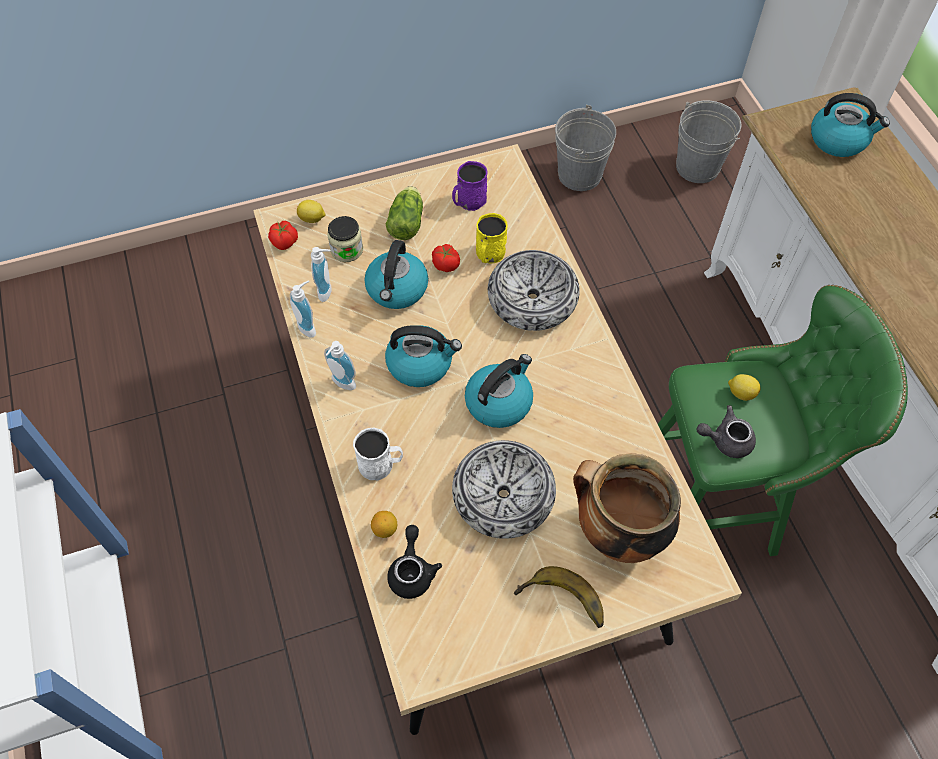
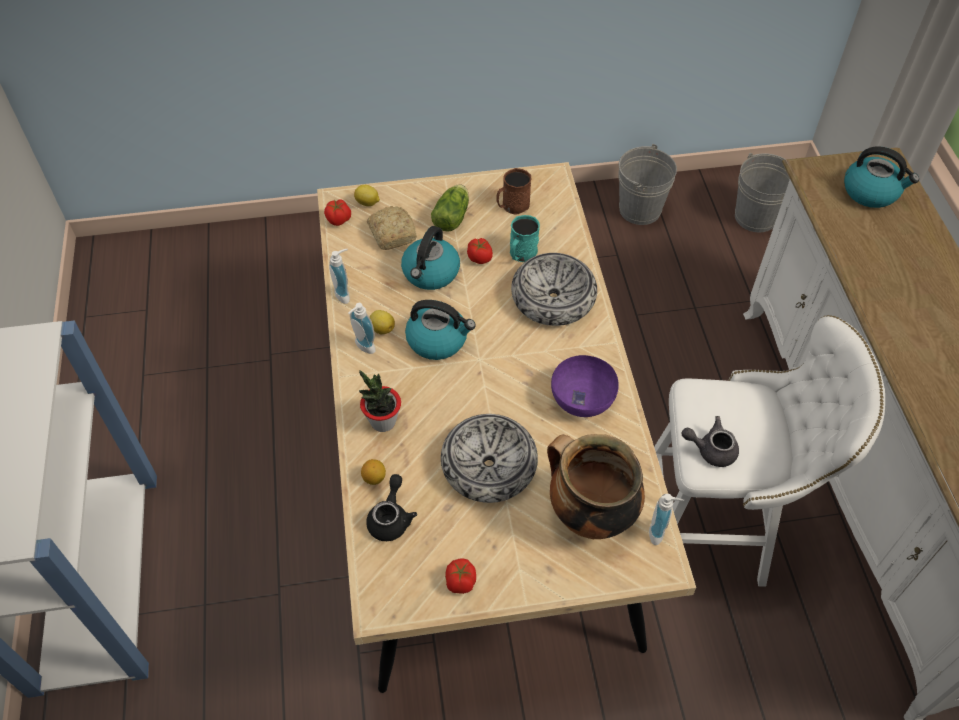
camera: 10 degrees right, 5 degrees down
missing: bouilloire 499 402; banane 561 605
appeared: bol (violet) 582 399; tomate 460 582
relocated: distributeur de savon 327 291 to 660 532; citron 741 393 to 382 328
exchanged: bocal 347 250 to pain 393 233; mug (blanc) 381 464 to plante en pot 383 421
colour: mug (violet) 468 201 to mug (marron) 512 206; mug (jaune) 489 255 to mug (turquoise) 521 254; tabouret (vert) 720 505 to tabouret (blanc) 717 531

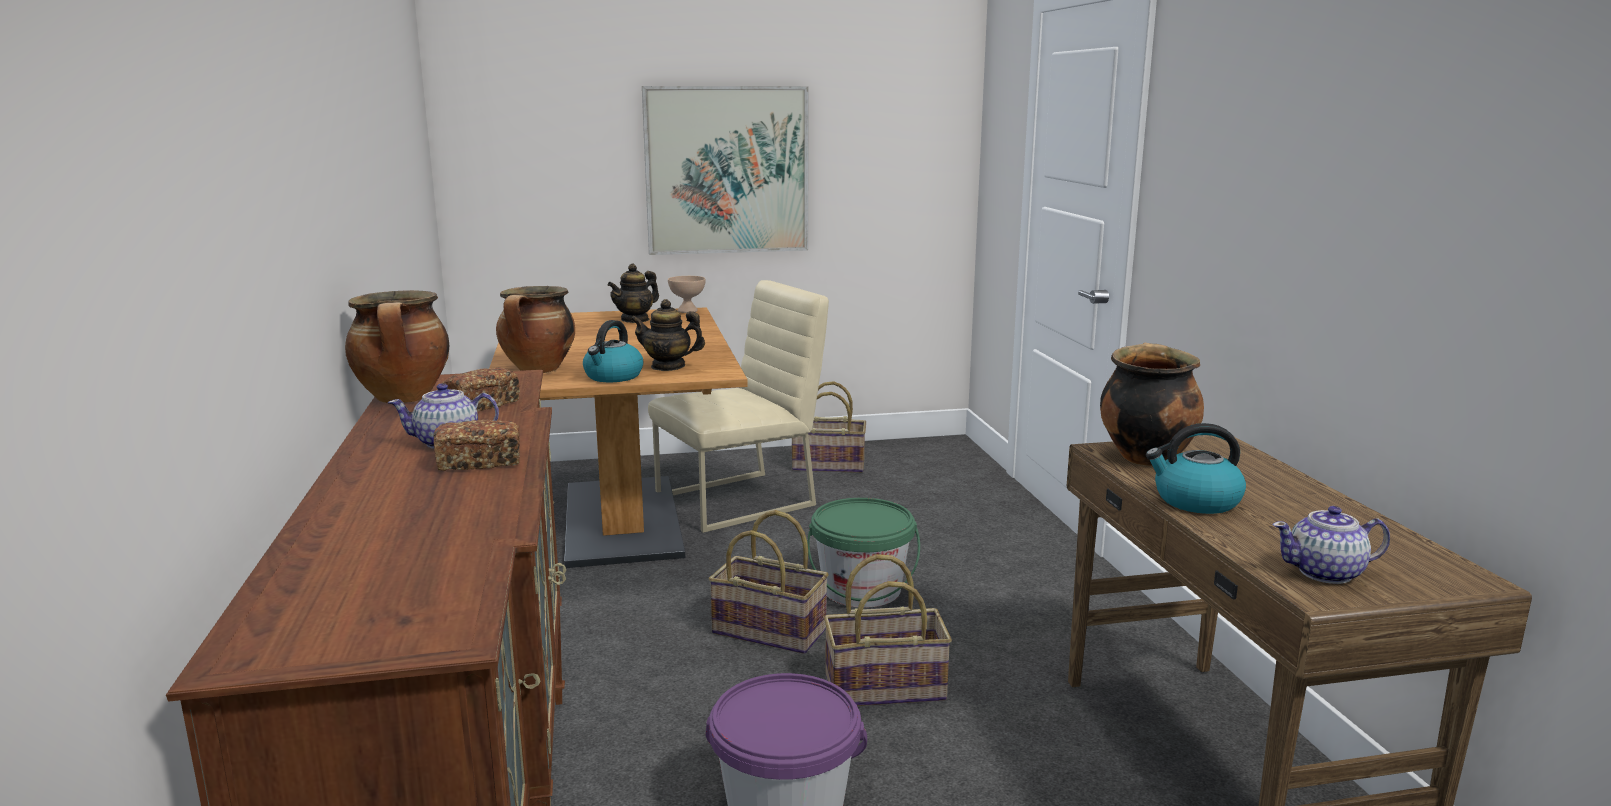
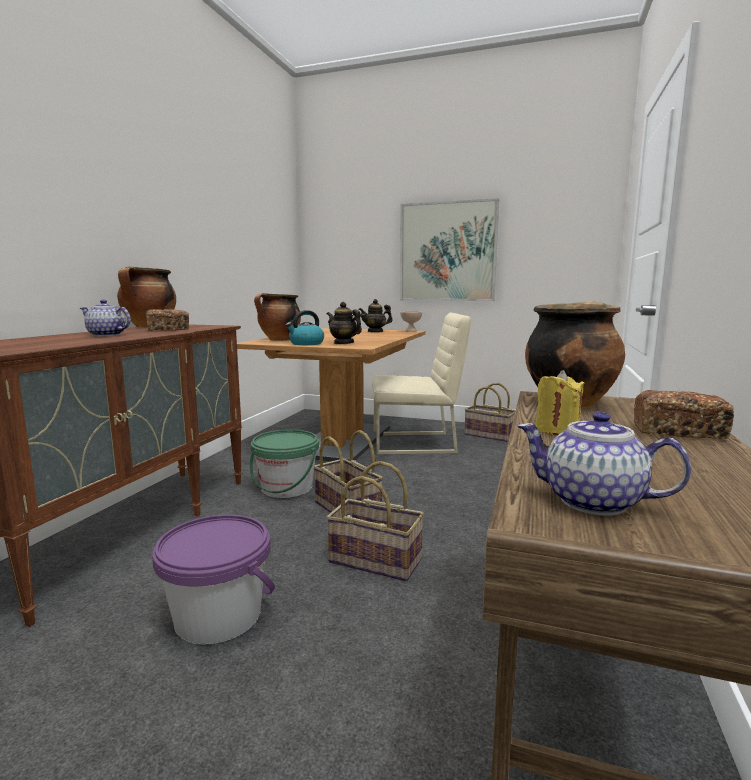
camera: 30 degrees right, 5 degrees down
relocated: pain 480 462 to 678 432; seau (vert) 862 590 to 286 488
exchanged: bouilloire 1195 501 to bougie (jaune) 556 430

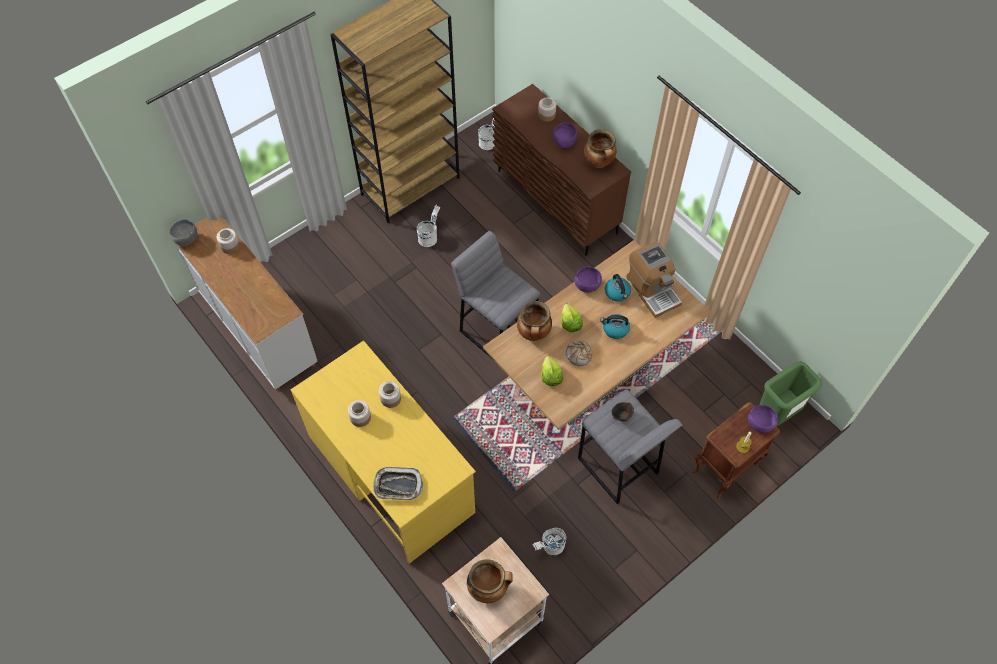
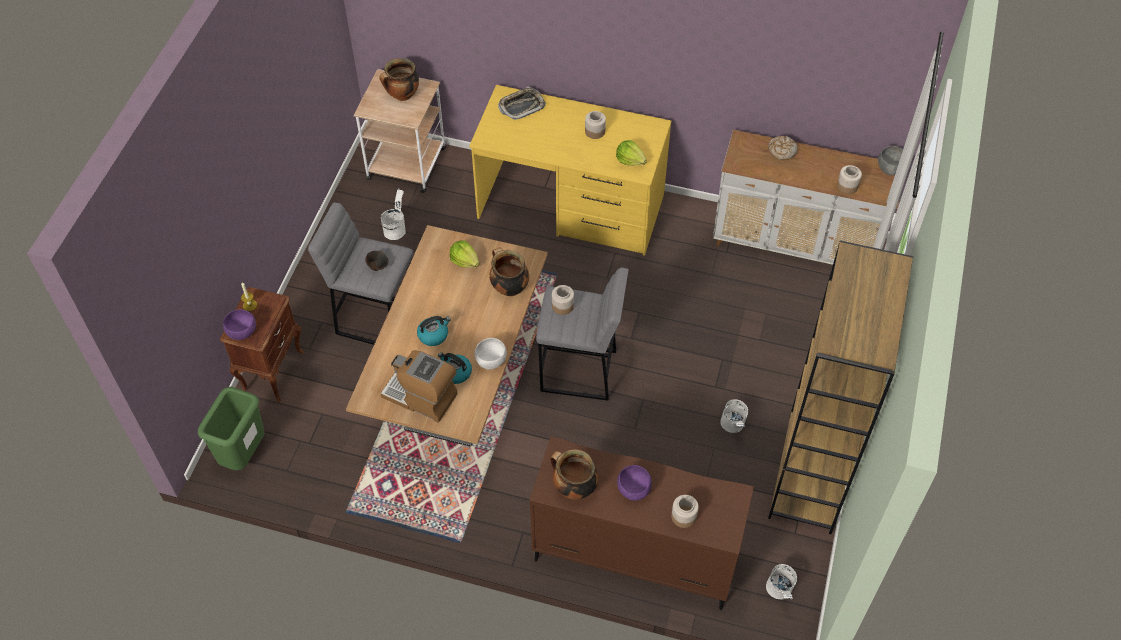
camera: 145 degrees right, 5 degrees down
relocated: laitue 570 323 to 630 160; pain 578 355 to 781 151; bocal 390 398 to 563 305
colour: bol (violet) 587 286 to bol (blanc) 491 361

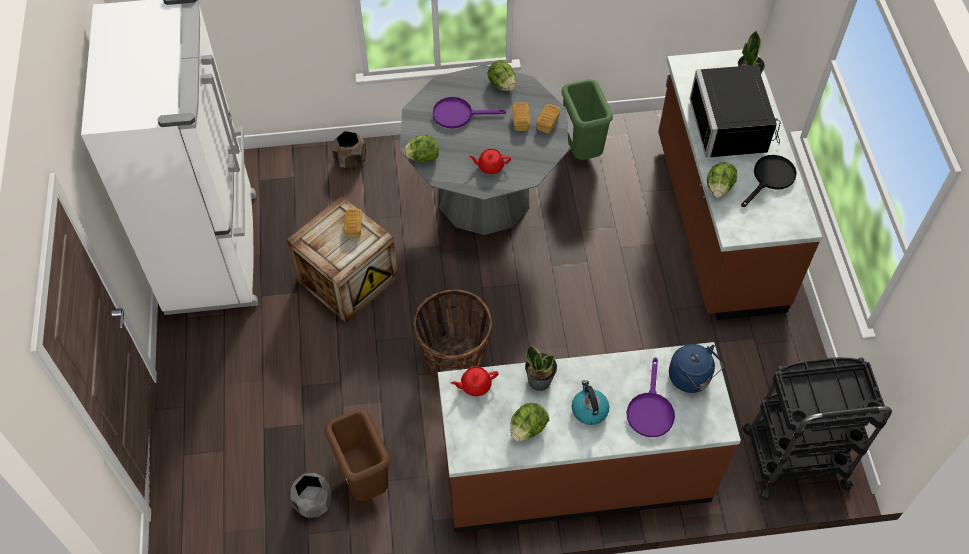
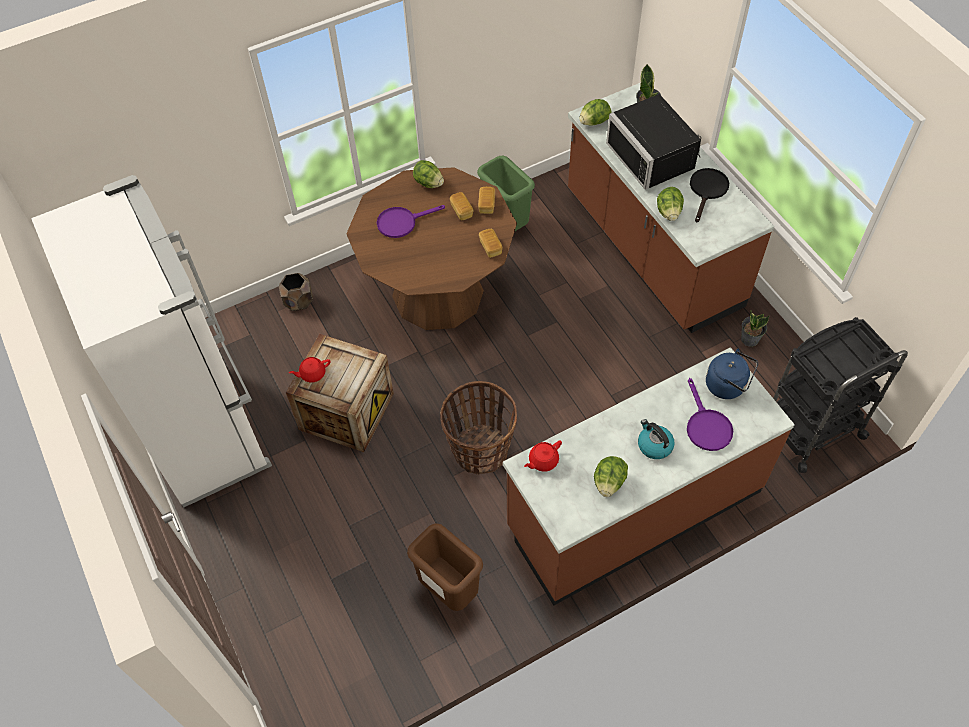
camera: 20 degrees left, 0 degrees up
missing: cache-pot (gris) 313 502
relocated: laitue 422 157 to 594 122; théière (rouge) 490 166 to 312 374; pain 354 227 to 490 247; plante en pot 539 380 to 749 339
colour: table à manger (gris) 484 196 to table à manger (marron) 437 293

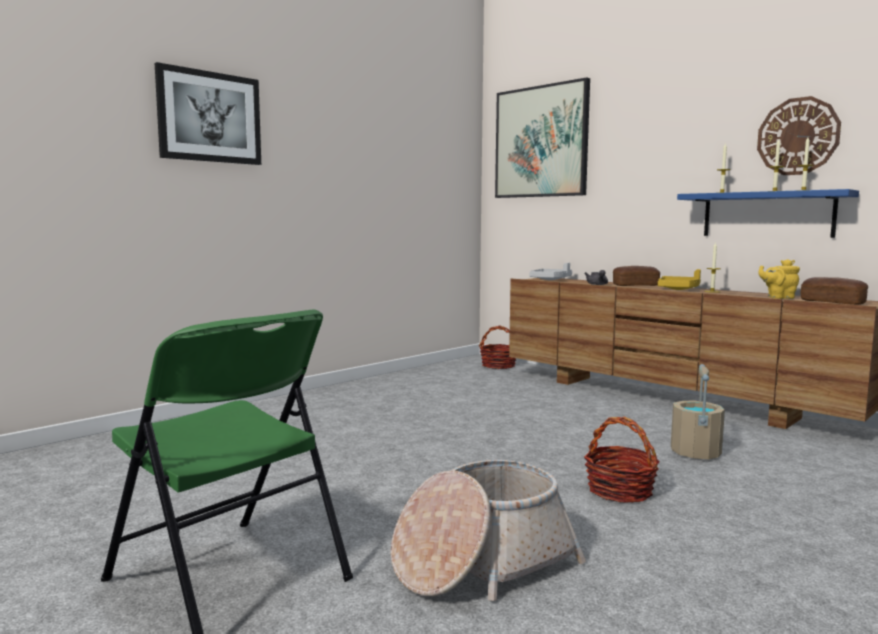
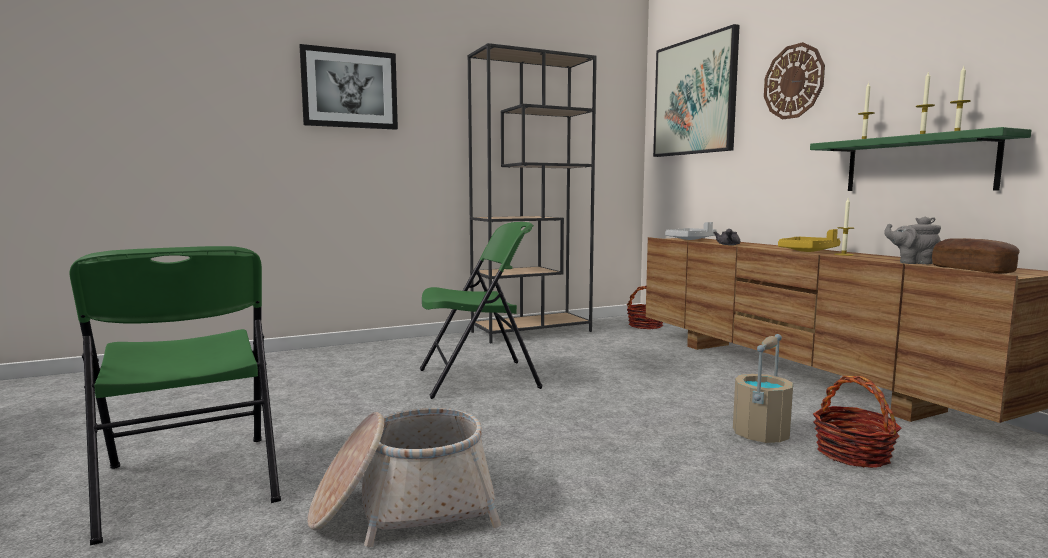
camera: 20 degrees right, 0 degrees up
missing: pain 635 285
appeared: bibliothèque 532 331; chaise (vert) 478 379
relocated: horloge murale 797 136 to 793 81; panier 620 491 to 853 454
colour: étagère (bleu) 767 214 to étagère (vert) 918 164; théière (jaune) 778 297 to théière (gris) 912 263

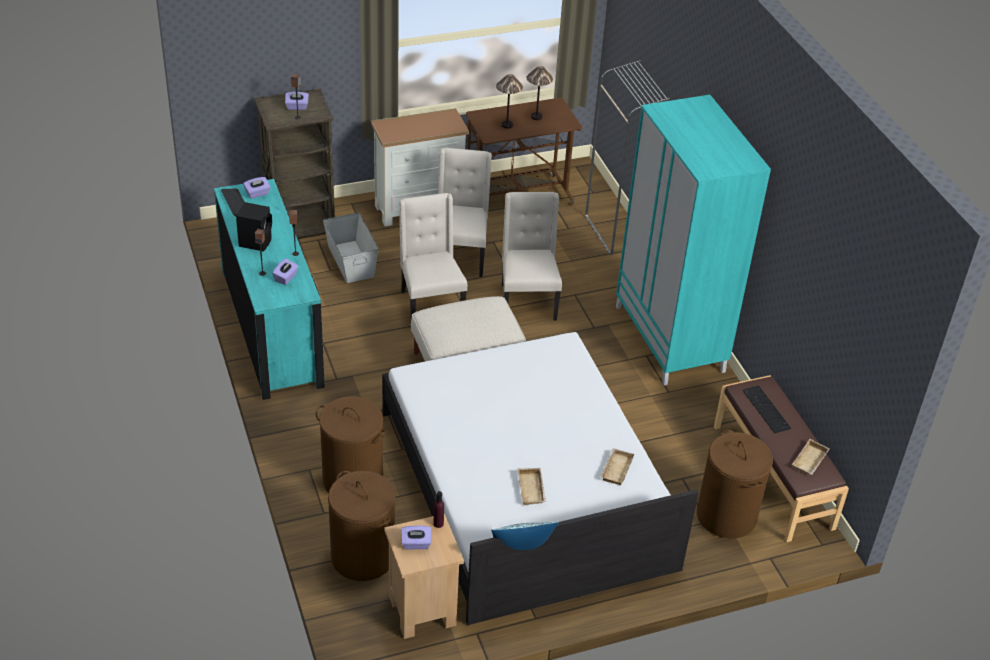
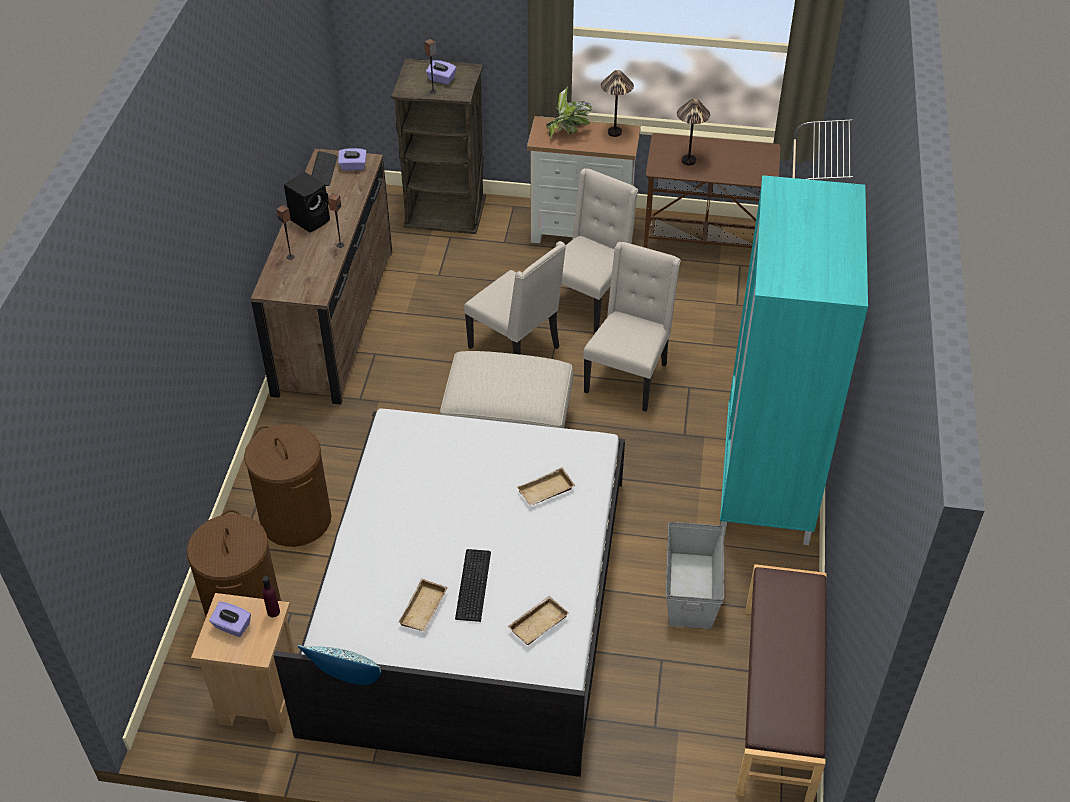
camera: 30 degrees right, 5 degrees up
missing: boîte à mouchoirs (violet) 286 278; panier à linge (marron) 726 516
appeared: plante en pot 569 131
relocated: lampe de table 536 116 to 615 132; boîte de rangement (gris) 351 261 to 691 589; clavier 765 410 to 471 586; plateau (beige) 810 461 to 546 492
colour: commode (turquoise) 272 327 to commode (marron) 336 320
spun: chaise (beige) 430 305 = 516 347 120 degrees clockwise

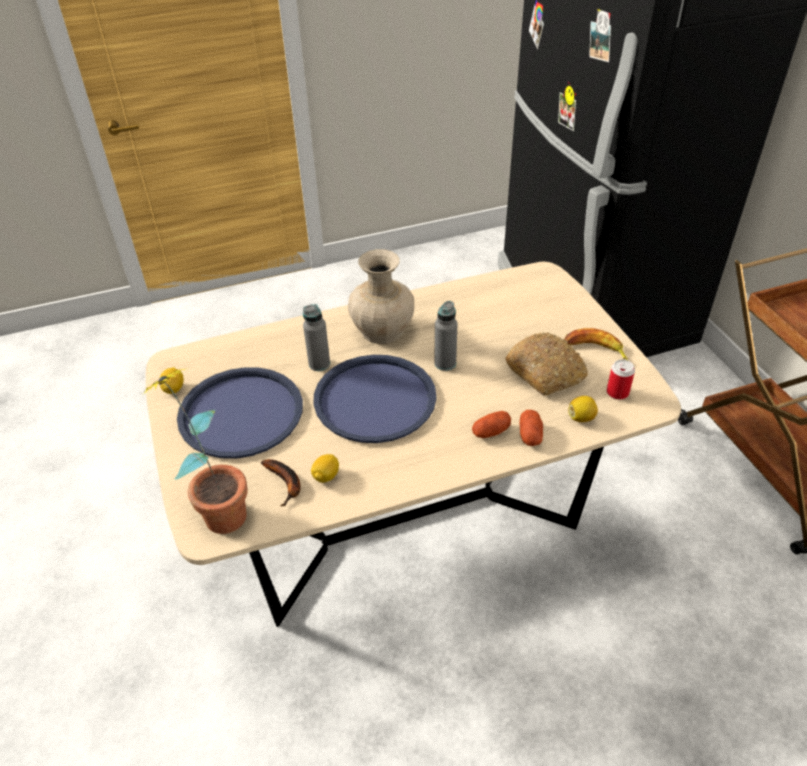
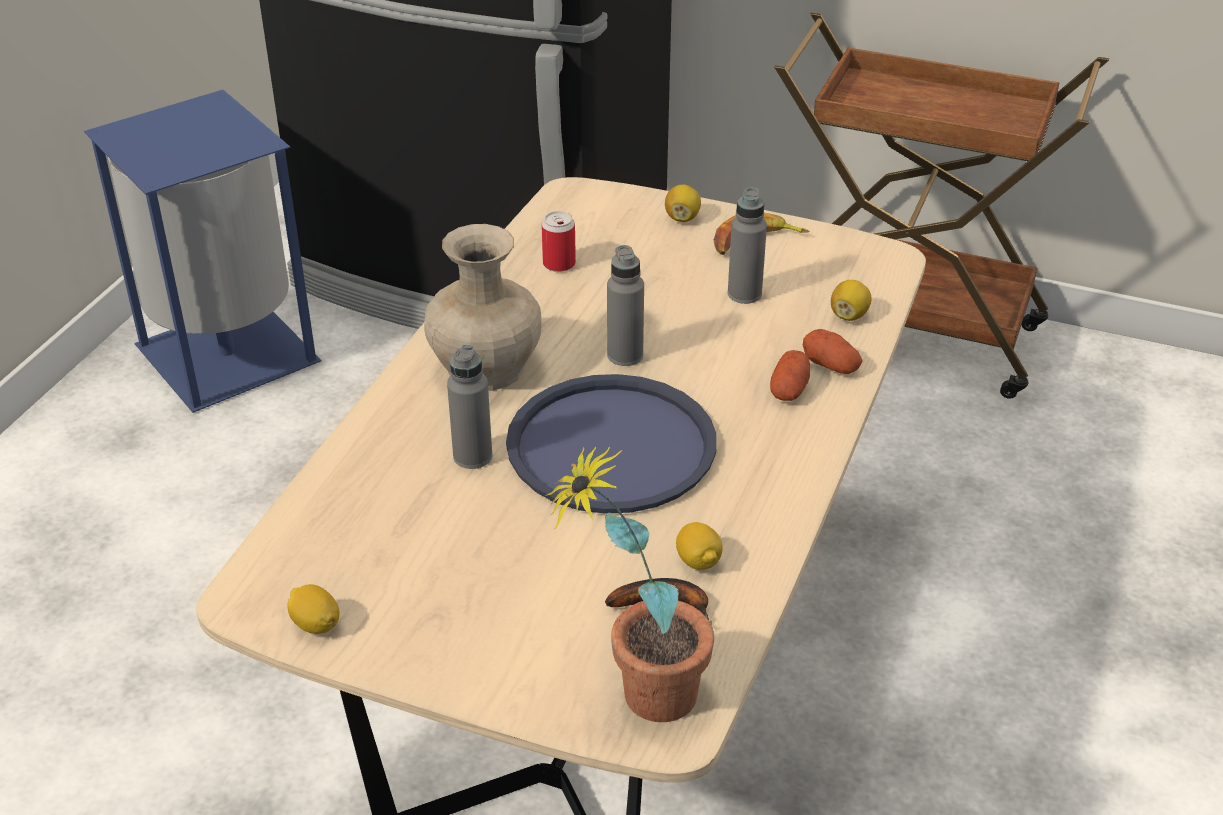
camera: 50 degrees left, 5 degrees down
missing: plateau (bleu) 241 413
appeared: poubelle (bleu) 224 353; citron 682 218
relocated: boîte métallique 617 392 to 559 264
exchanged: pain 546 372 to bouteille (gris) 744 294

